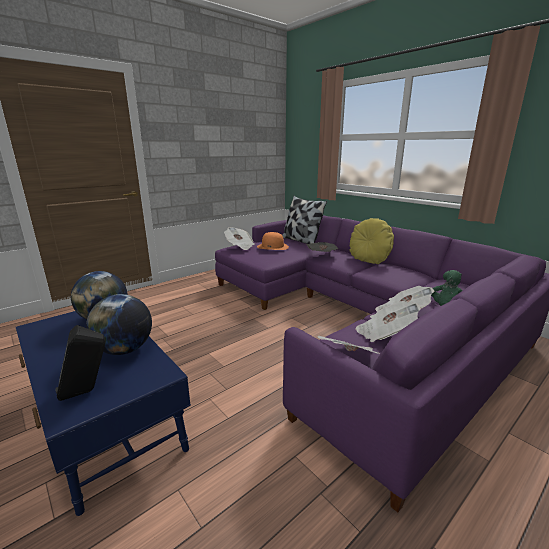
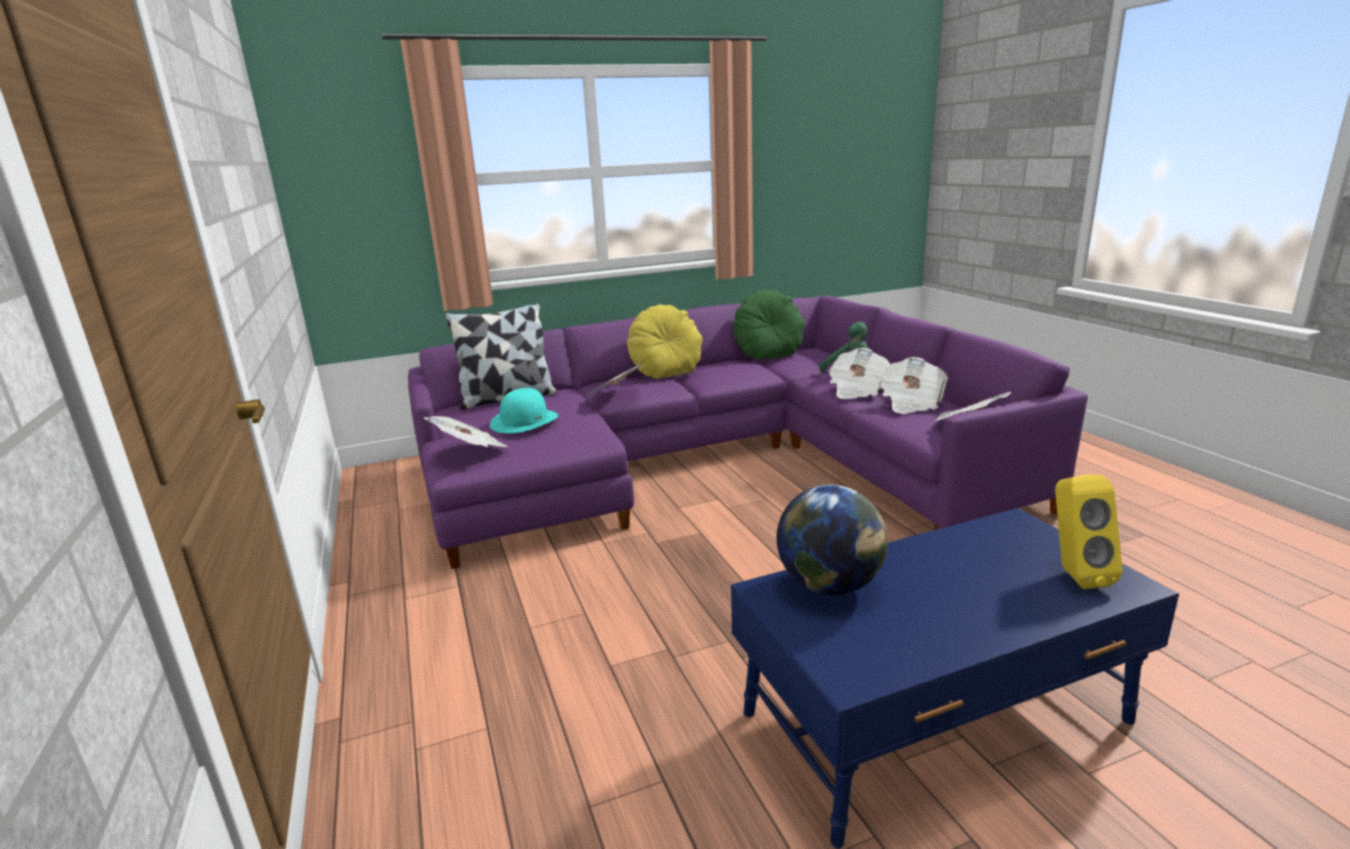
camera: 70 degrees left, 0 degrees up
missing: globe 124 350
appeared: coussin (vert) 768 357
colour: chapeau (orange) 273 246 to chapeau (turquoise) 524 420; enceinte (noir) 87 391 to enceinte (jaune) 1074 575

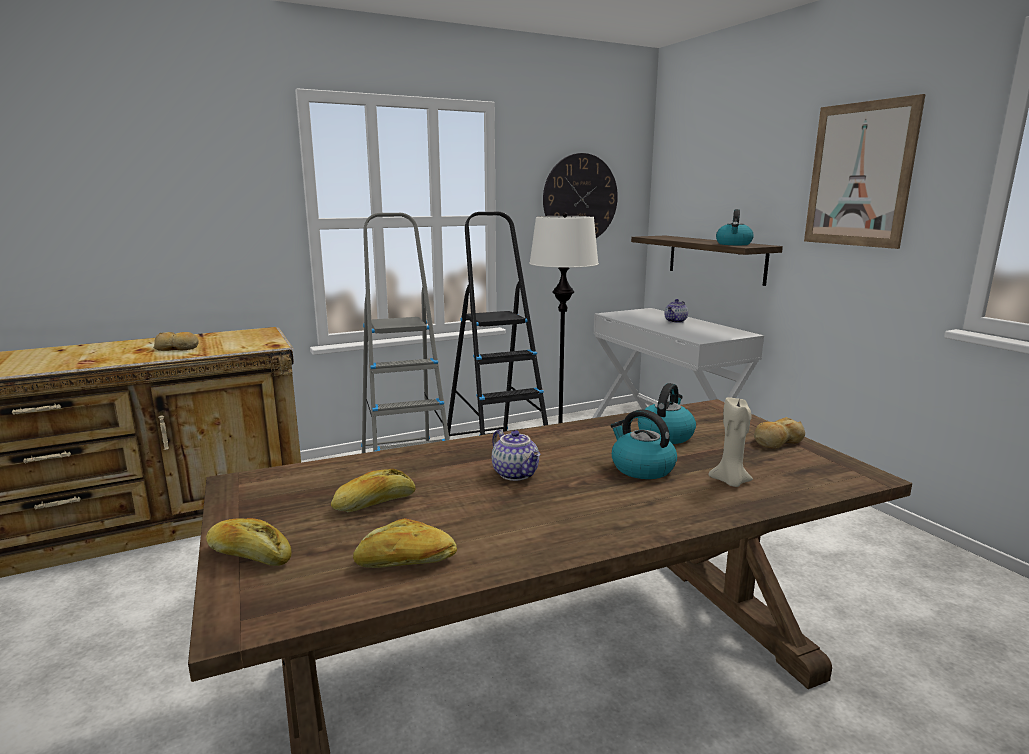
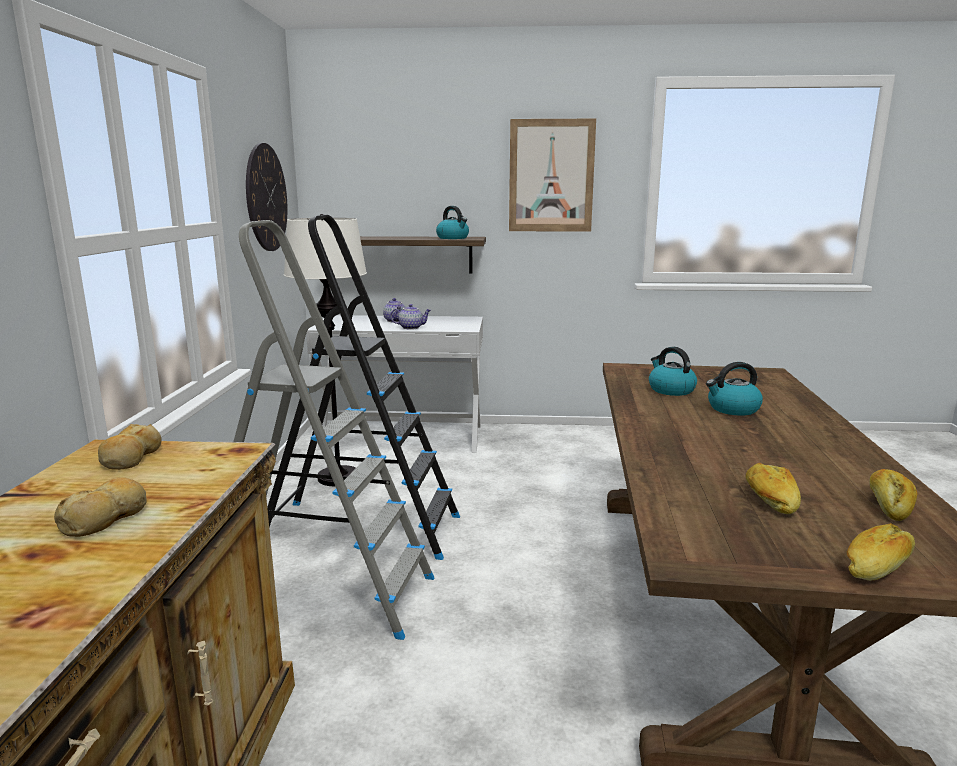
camera: 60 degrees left, 0 degrees up
missing: bougie (beige) 730 482
relocated: pain 777 441 to 130 458; théière 516 474 to 411 327

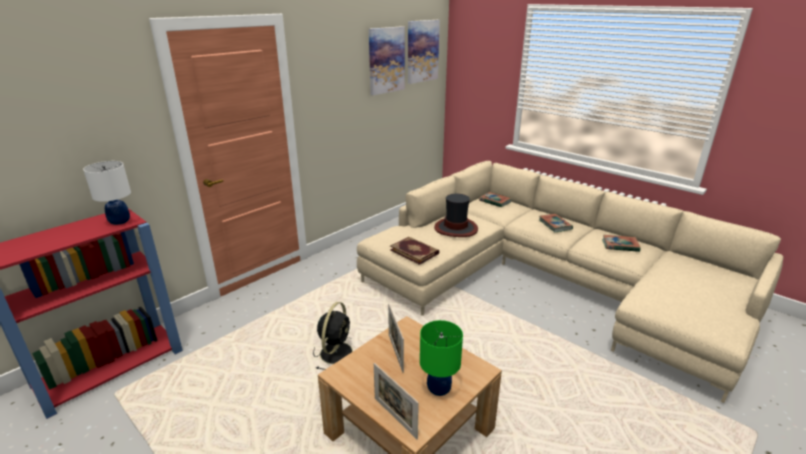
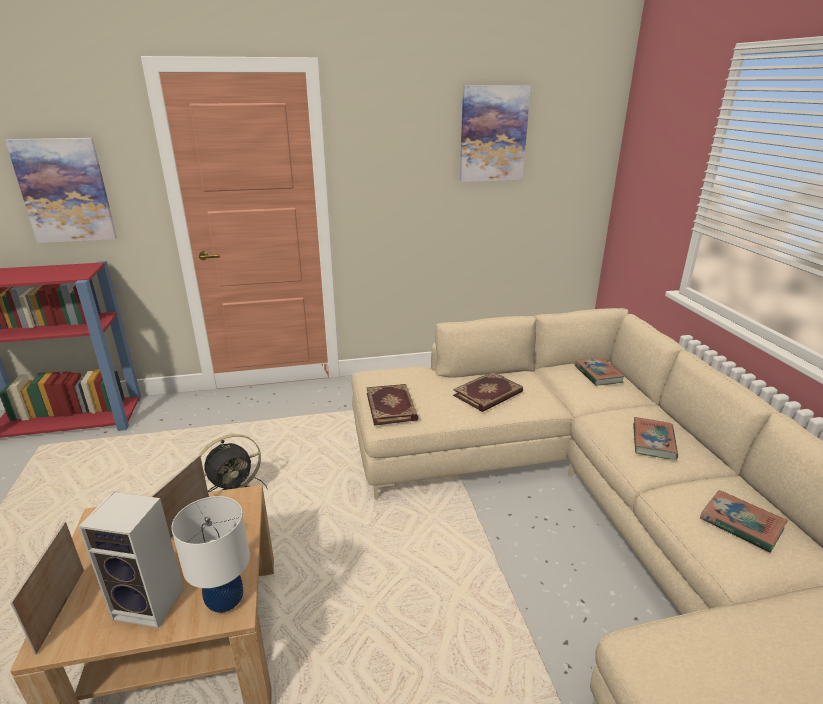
camera: 35 degrees right, 0 degrees up
relocated: tableau 422 51 to 65 191; lampe de table (blanc) 119 222 to 223 602
exchanged: chapeau 456 228 to livre 488 394; lampe de table (vert) 439 389 to enceinte 152 603

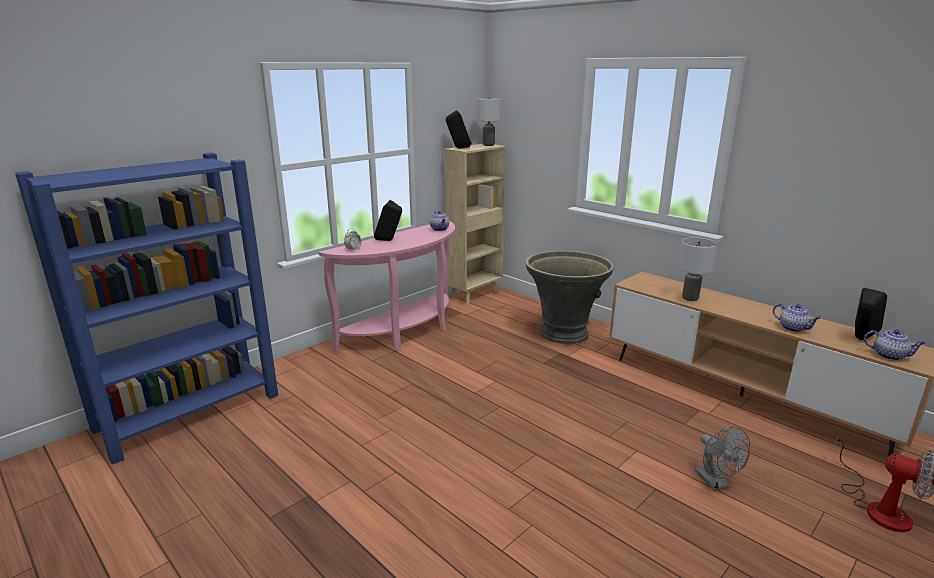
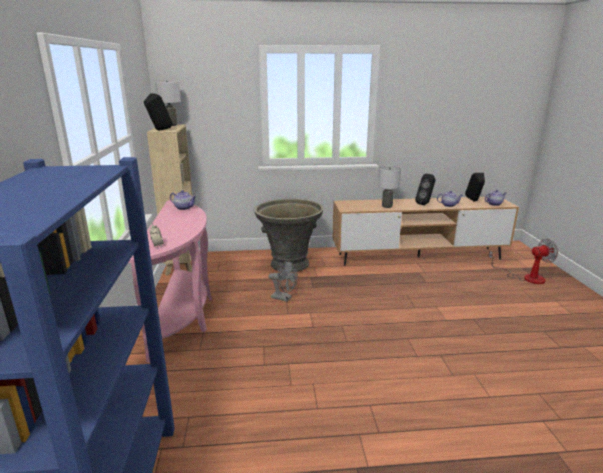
camera: 50 degrees left, 0 degrees up
relocated: enceinte (noir) 389 240 to 425 204; ventilateur (gris) 715 483 to 284 298

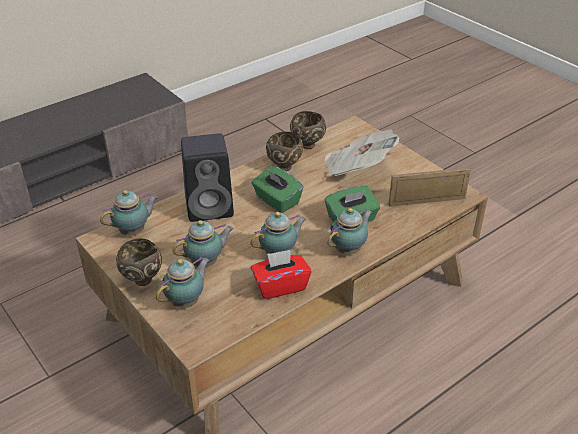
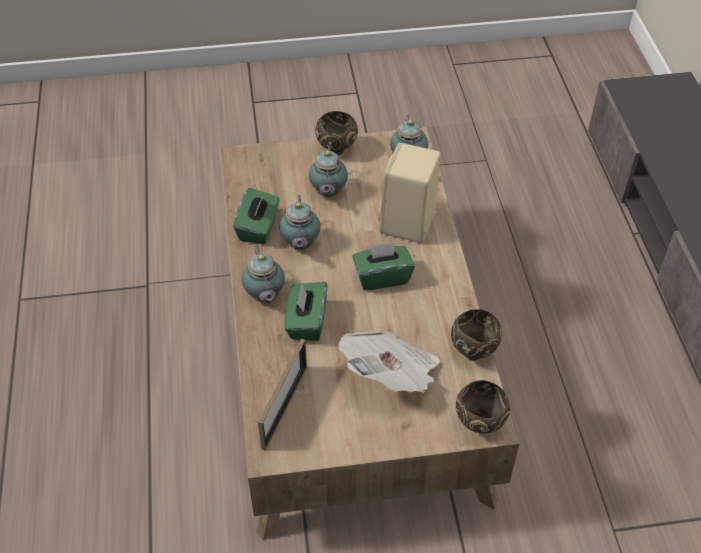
camera: 120 degrees right, 10 degrees up
missing: théière 187 301
relocated: bol (marron) 284 166 to 480 425
colour: enceinte (noir) 211 207 to enceinte (beige) 407 224; boîte à mouchoirs (rouge) 280 286 to boîte à mouchoirs (vert) 258 228

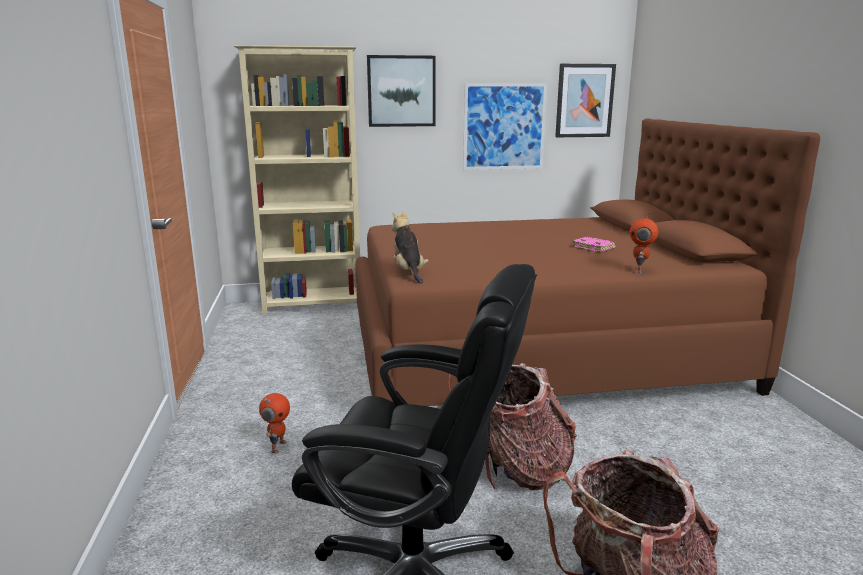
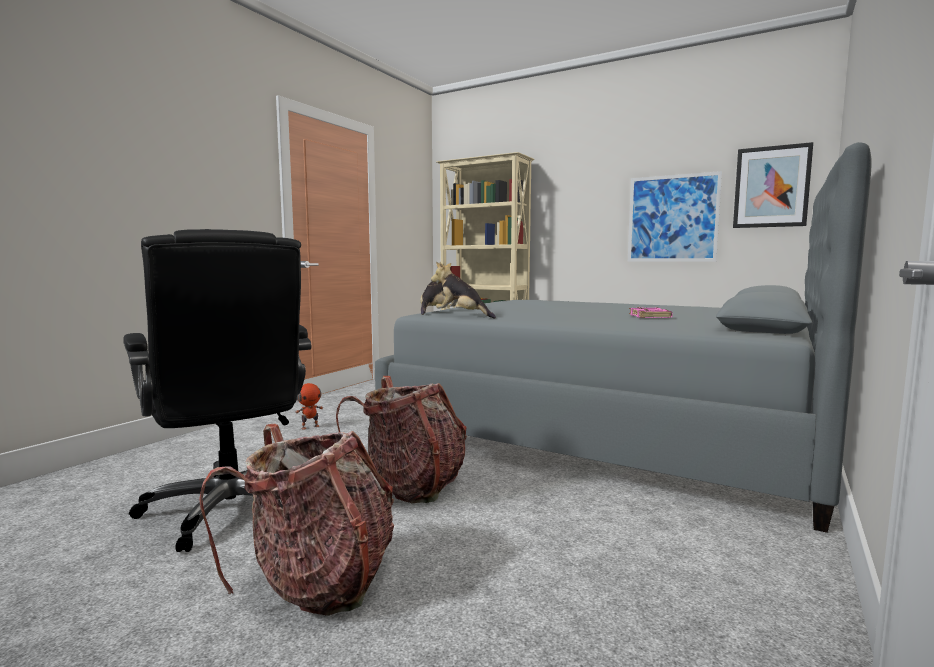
camera: 40 degrees right, 10 degrees down
missing: tableau 401 91; robot jouet 639 270
appeared: peluche 462 316
colour: lit (marron) 535 350 to lit (gris) 604 429

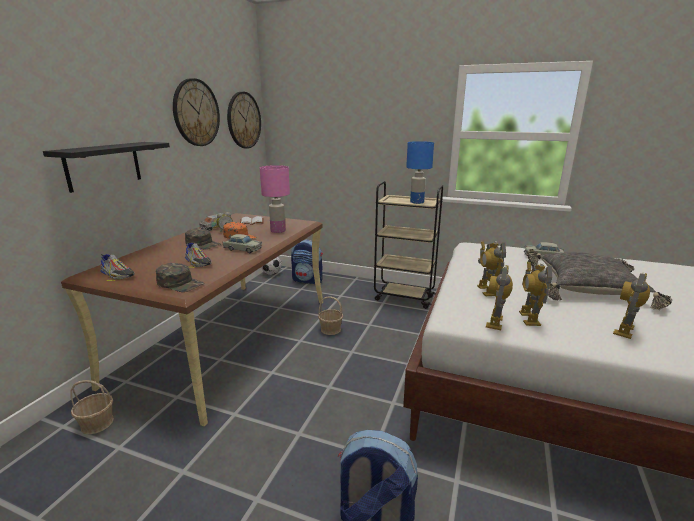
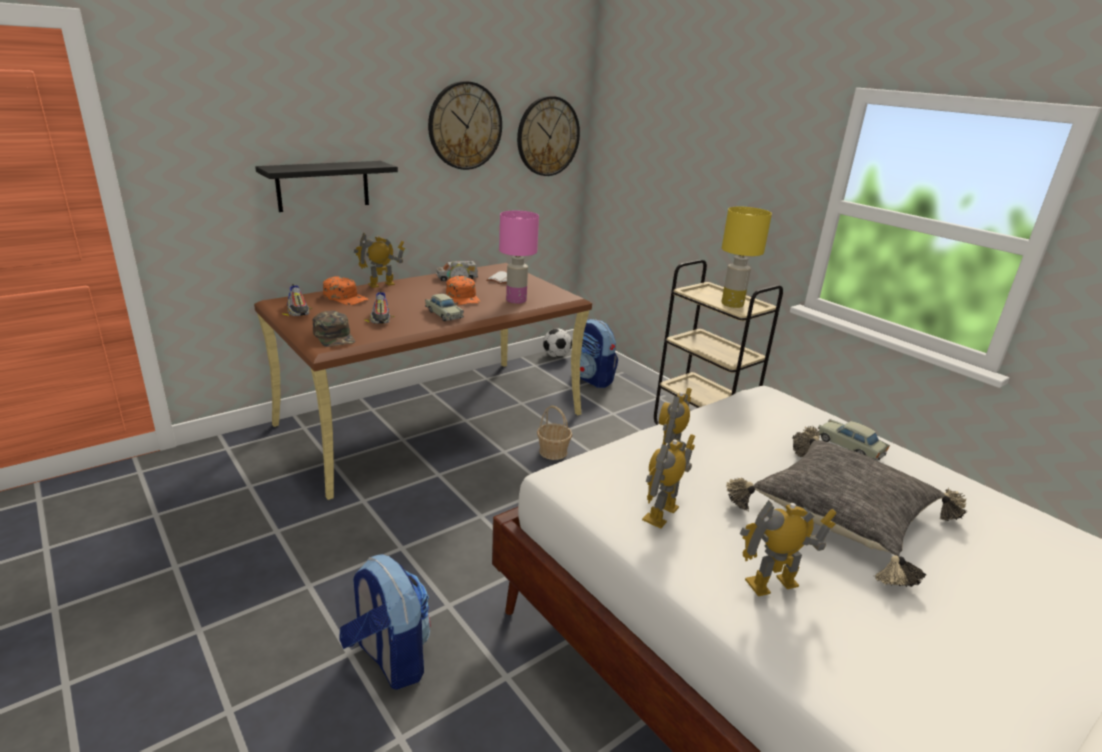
camera: 30 degrees right, 5 degrees up
missing: casquette (vert) 203 244; panier 97 423
appeared: casquette (orange) 346 297
relocated: robot jouet 495 322 to 381 284
colour: lampe de table (bleu) 417 202 to lampe de table (jaune) 733 304

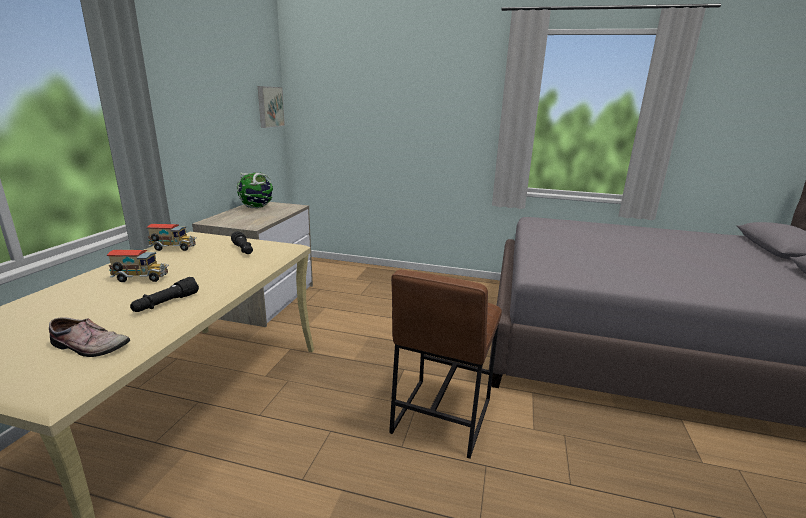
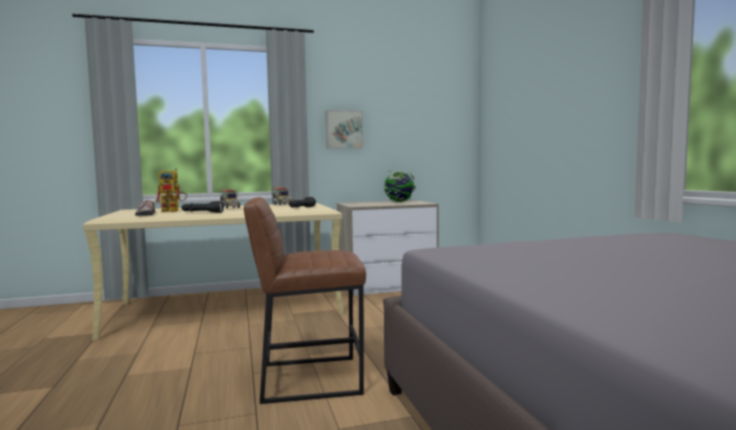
camera: 60 degrees right, 15 degrees down
appeared: robot jouet 174 211
relocated: tableau 269 106 to 344 129

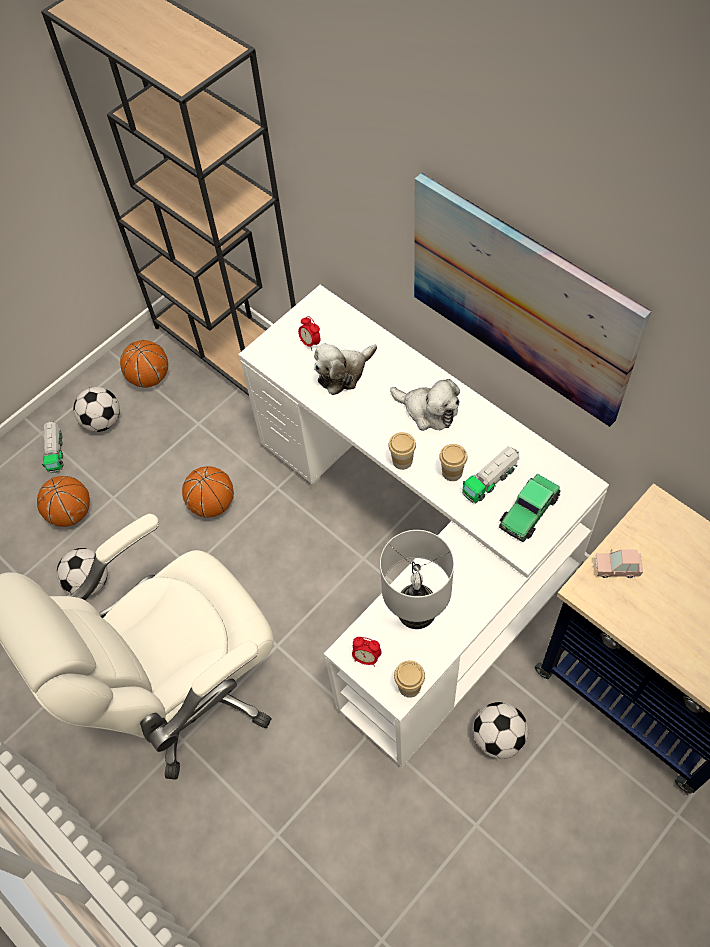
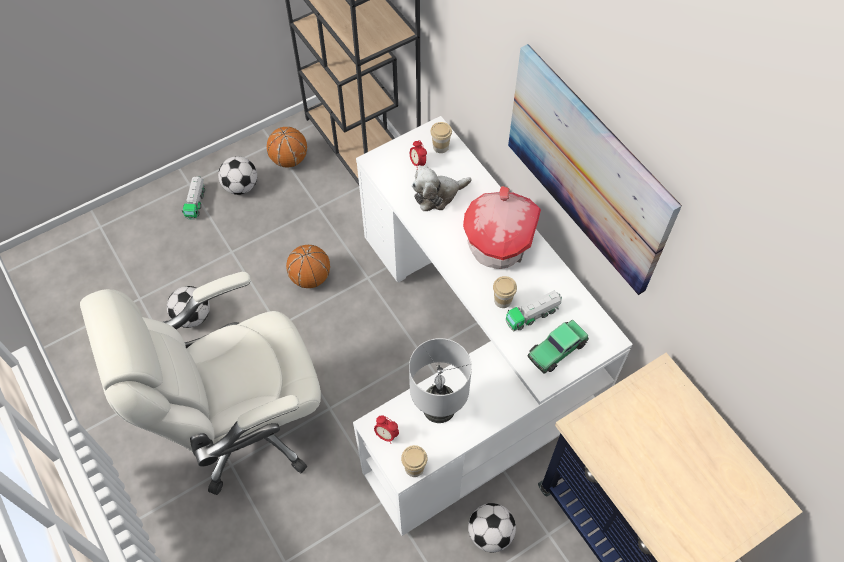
camera: 10 degrees right, 0 degrees up
missing: ballon de basket 71 513; petite voiture (rose) 616 568
relocated: tasse 402 461 to 440 147
exchanged: peluche 428 411 to maison miniature 498 244

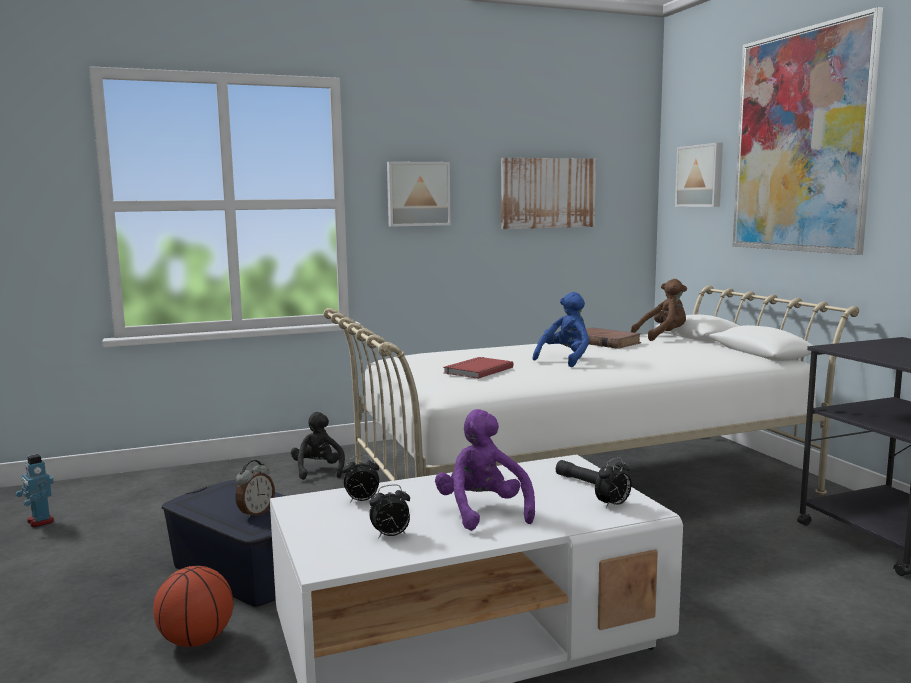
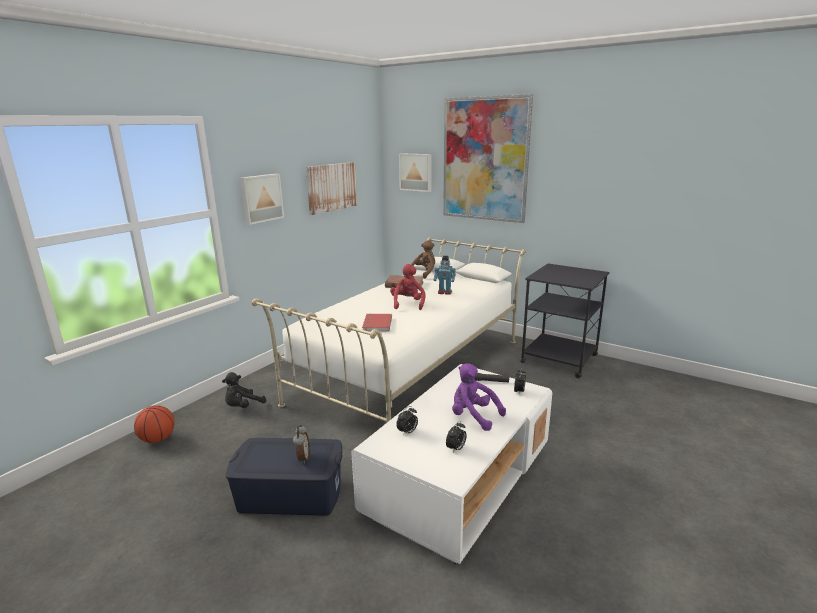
camera: 35 degrees left, 10 degrees up
relocated: robot jouet 40 521 to 444 292; ballon de basket 196 641 to 158 439
colour: peluche (bleu) 565 359 to peluche (rouge) 408 304
spun: peluche (noir) 318 471 = 243 406 90 degrees counterclockwise

